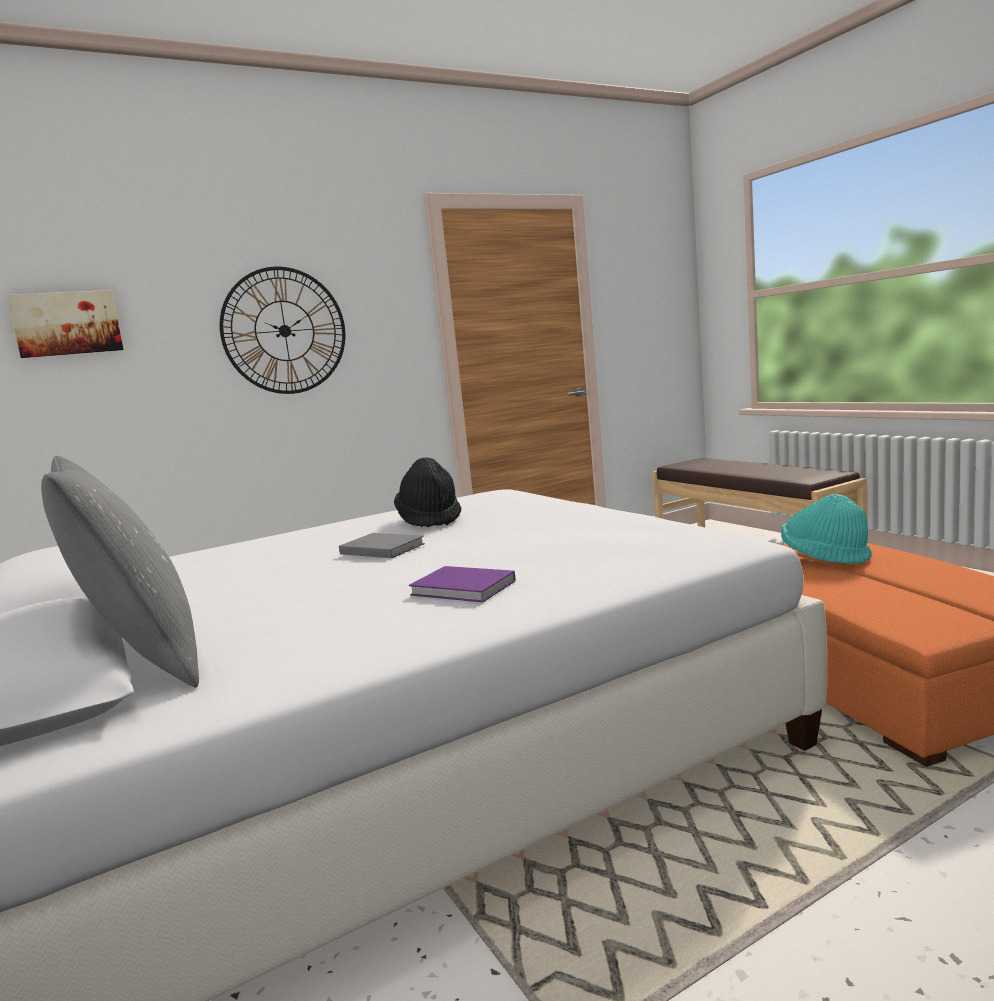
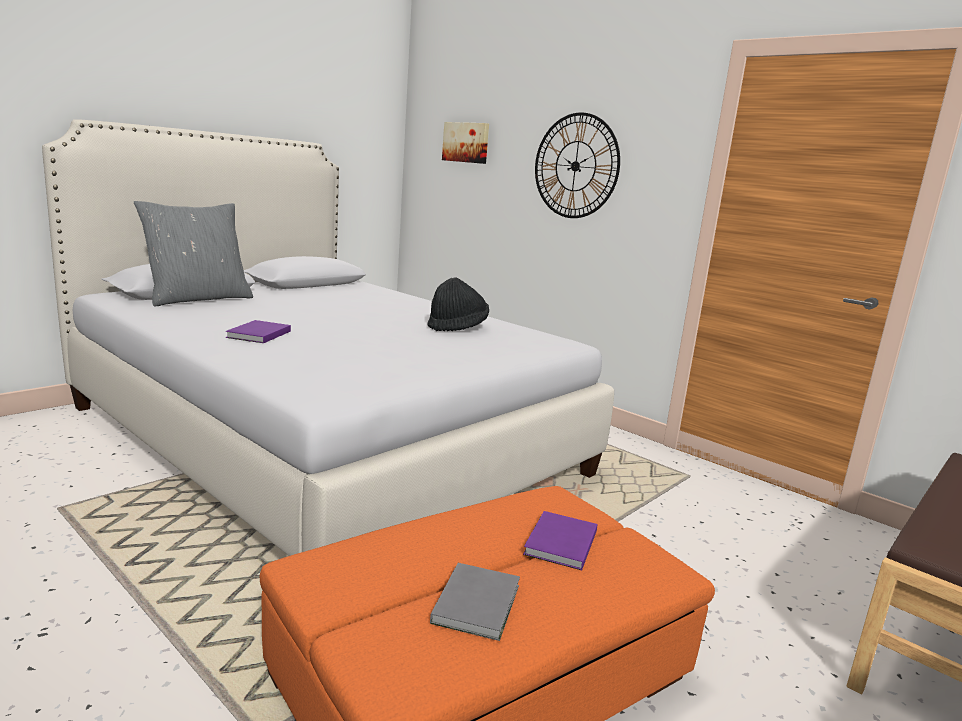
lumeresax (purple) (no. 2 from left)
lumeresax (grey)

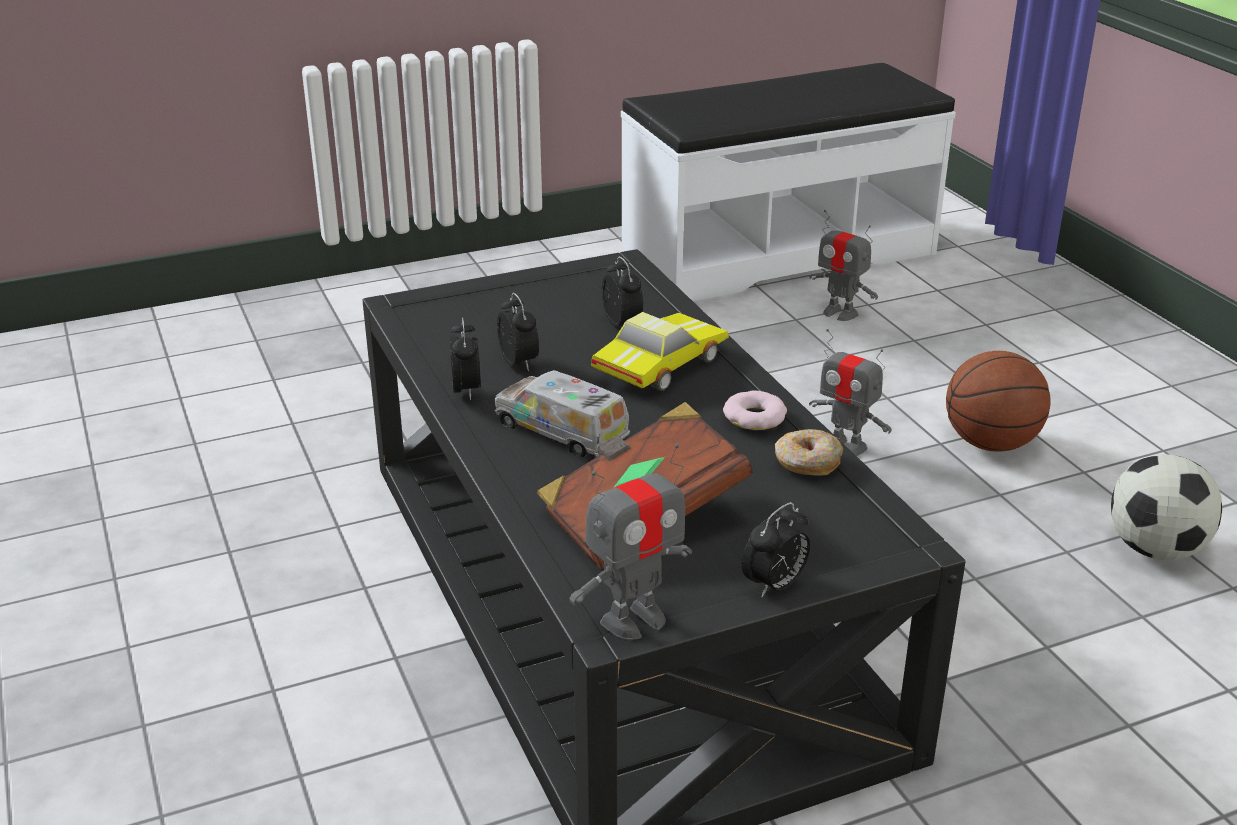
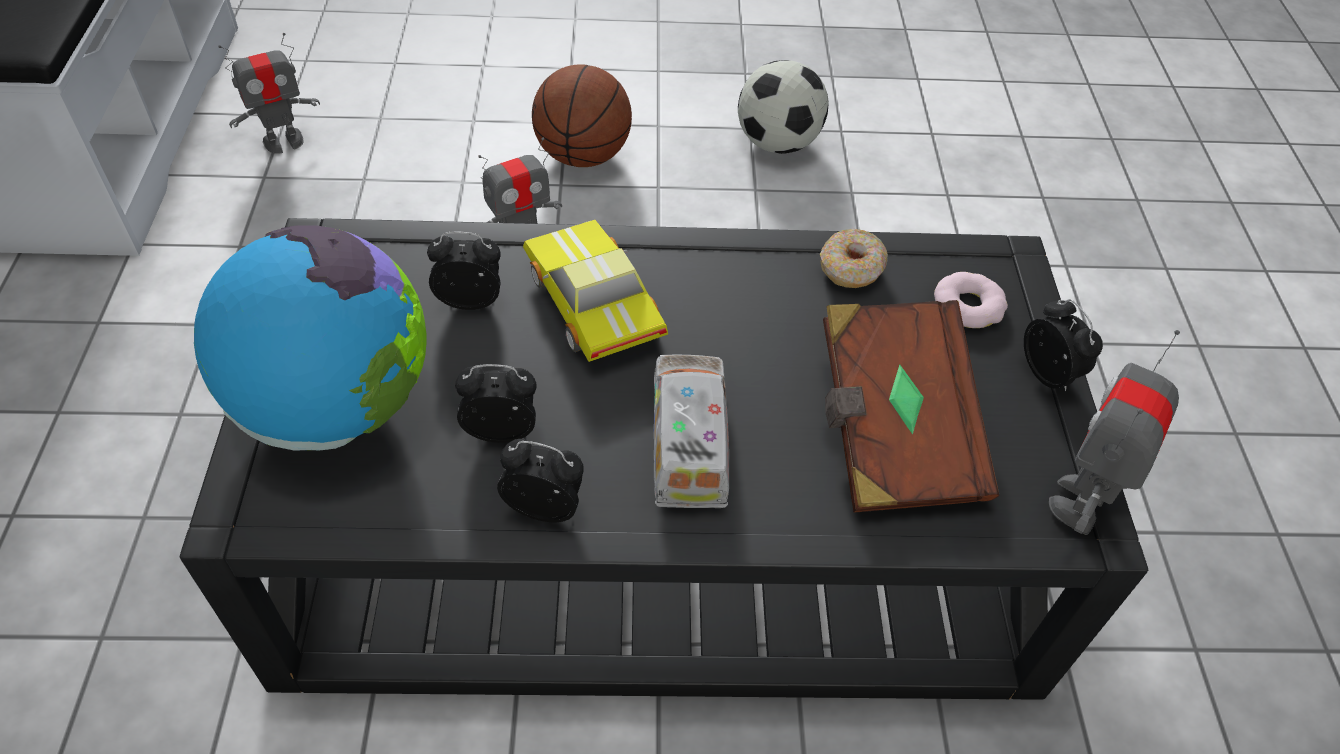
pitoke
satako (no. 2 from left)
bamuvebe (no. 3 from left)
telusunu

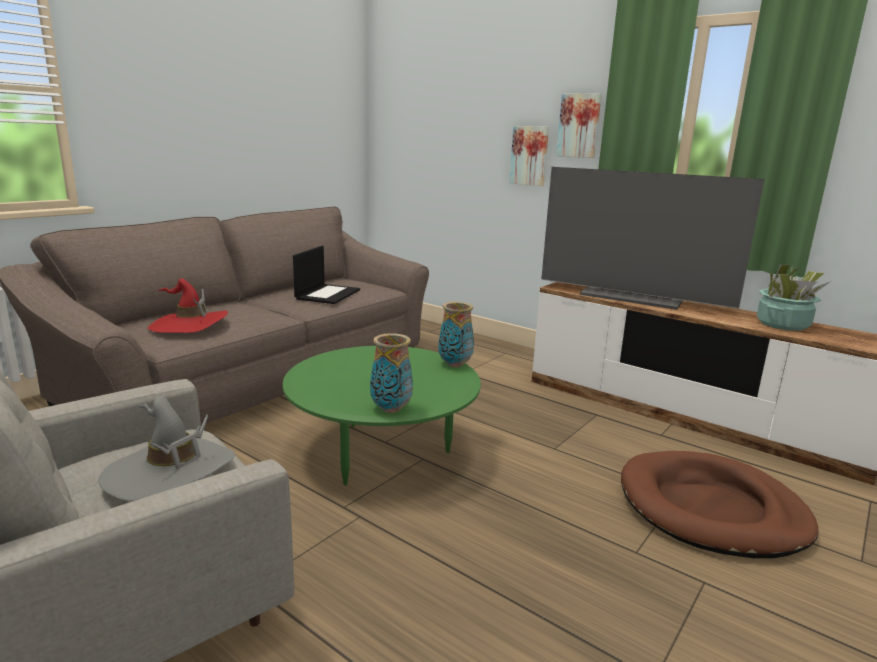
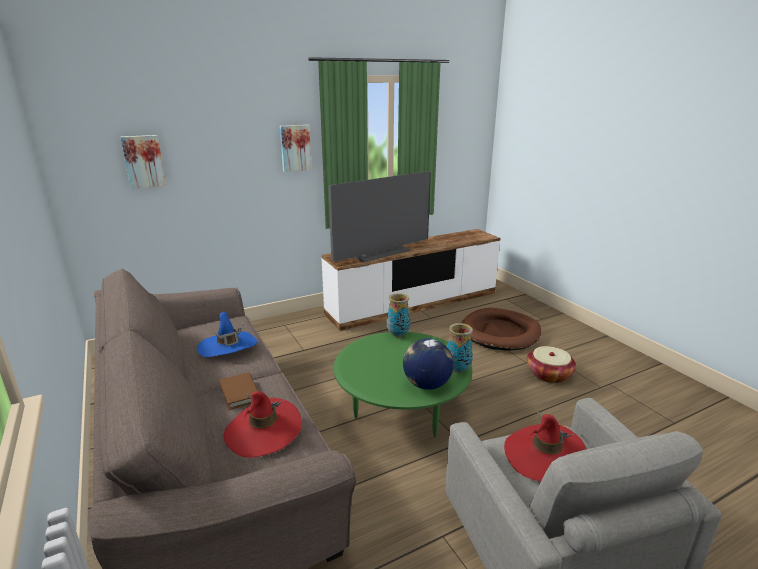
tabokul (no. 1 from left)
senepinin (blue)
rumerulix
senepinin (red) (no. 2 from left)
telusunu
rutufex
lumeresax (brown)

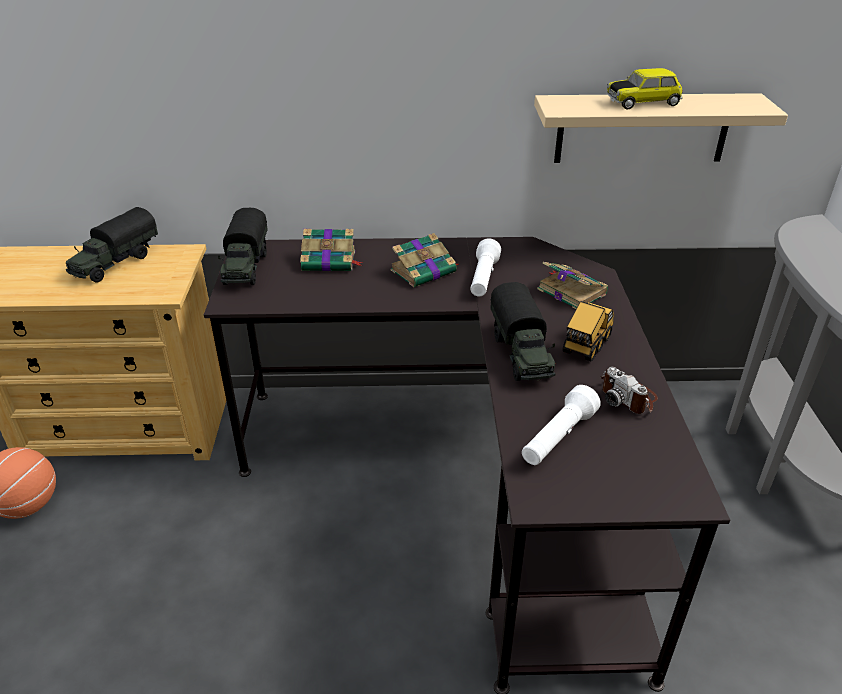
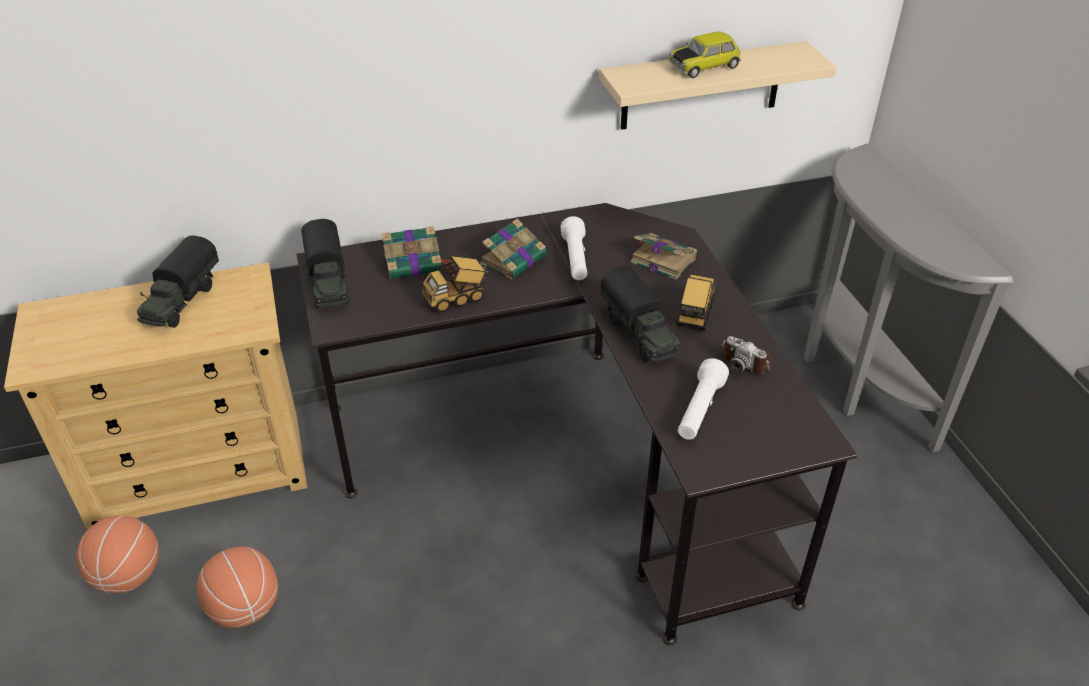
pitoke (no. 3 from left)
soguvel (no. 2 from left)

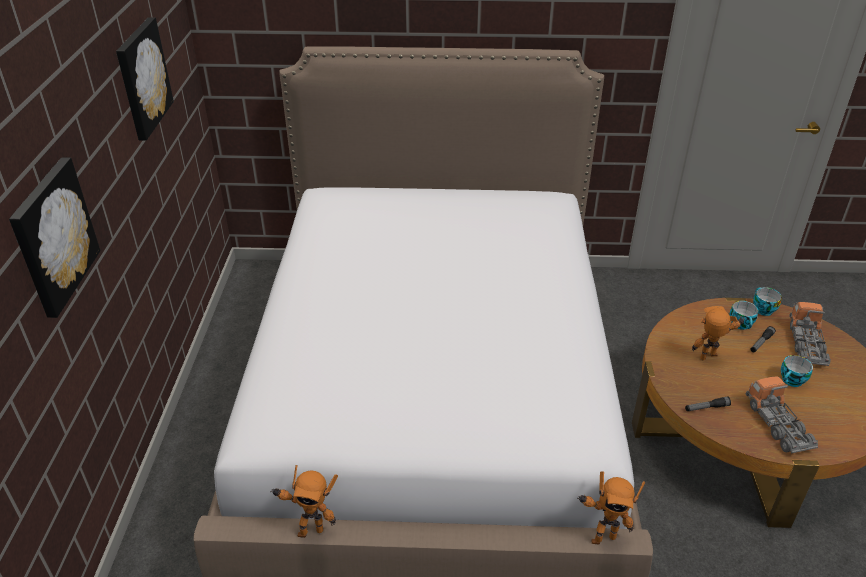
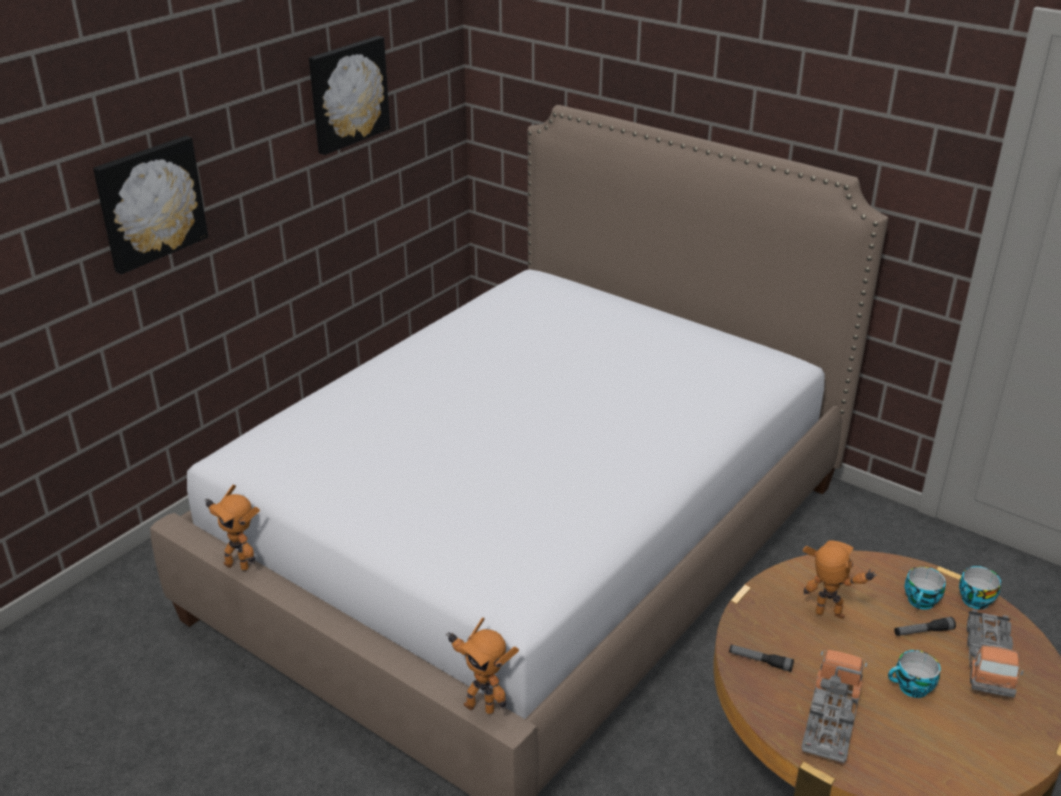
pitoke (no. 2 from left)

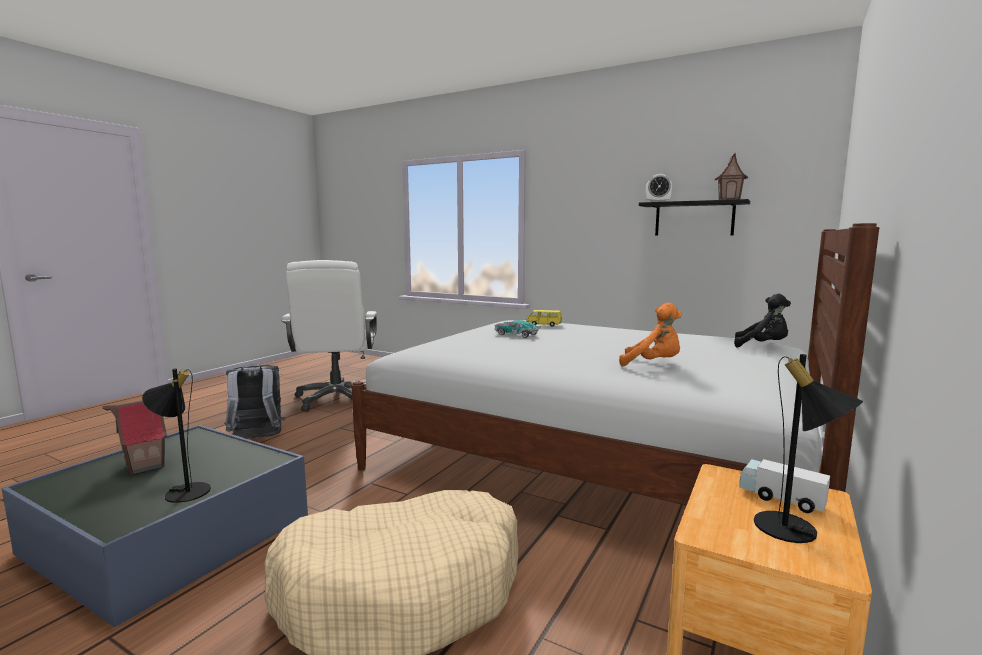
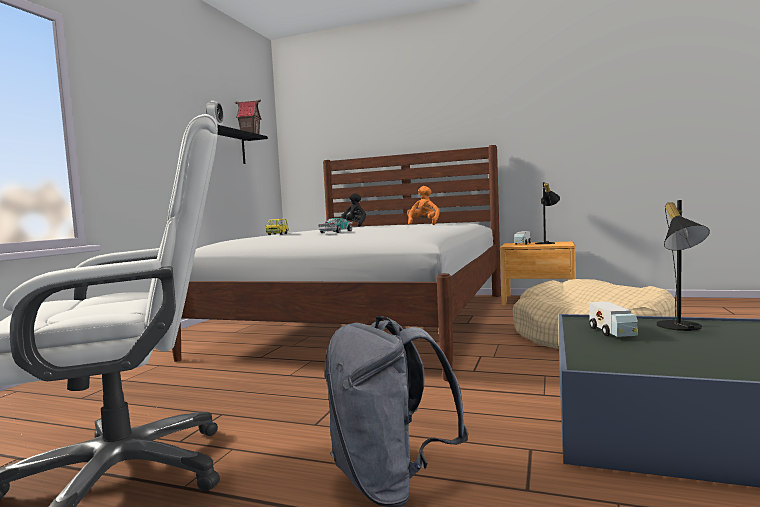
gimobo (no. 1 from left in the first image)
pitoke (no. 2 from left)

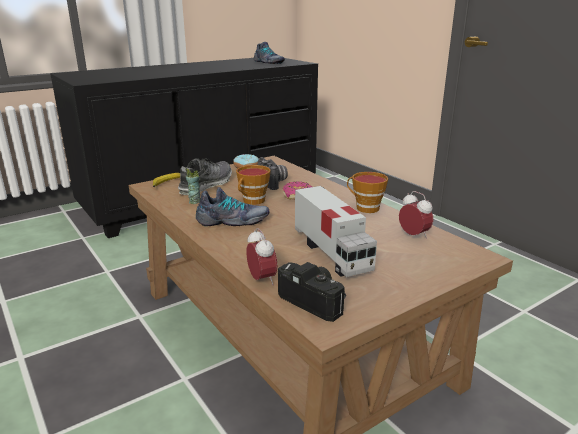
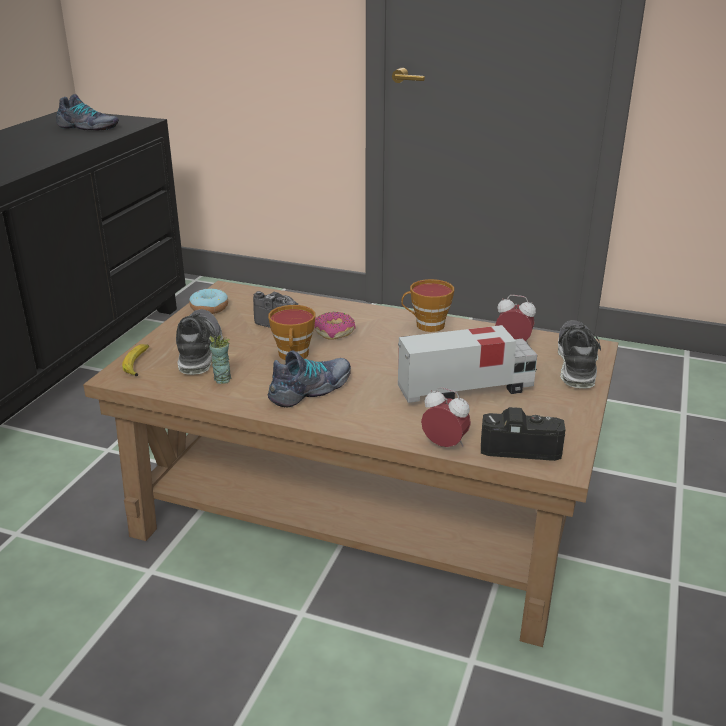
pitoke
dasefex (no. 4 from left)

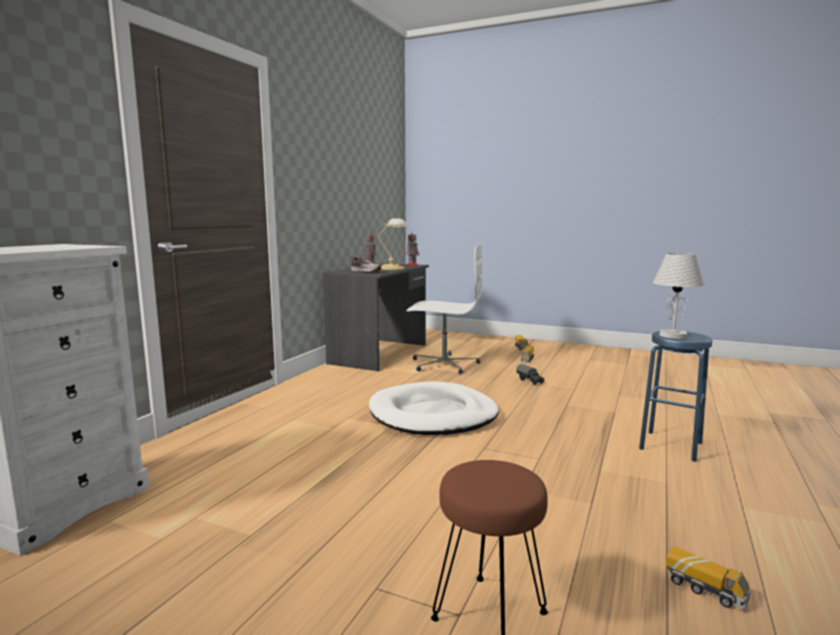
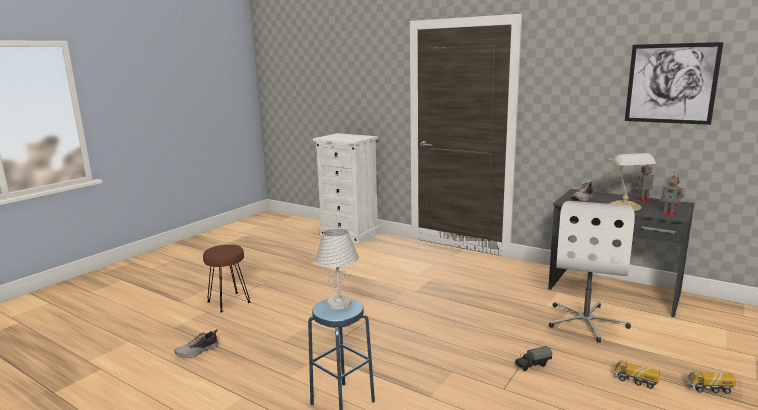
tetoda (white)
dasefex (no. 1 from left)
tabokul

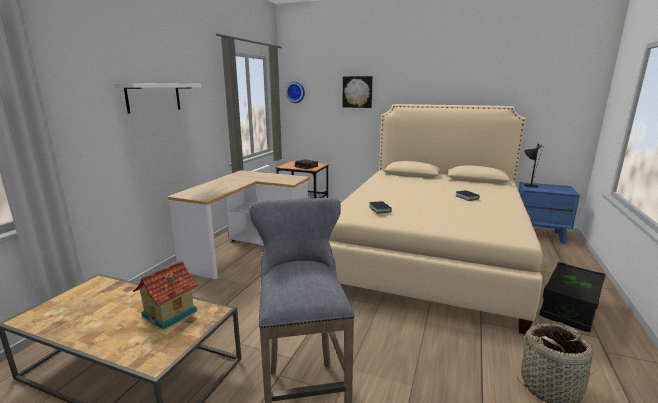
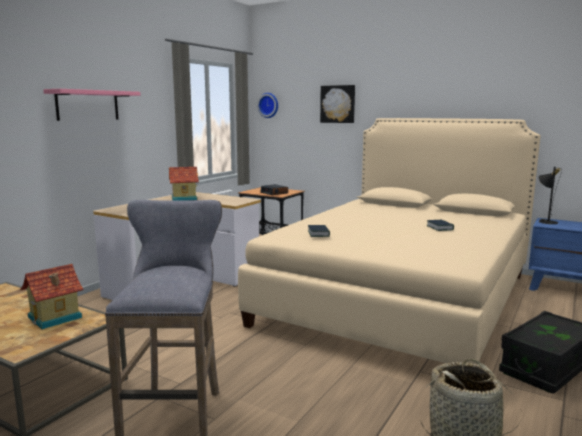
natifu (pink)
gimobo (no. 2 from left)

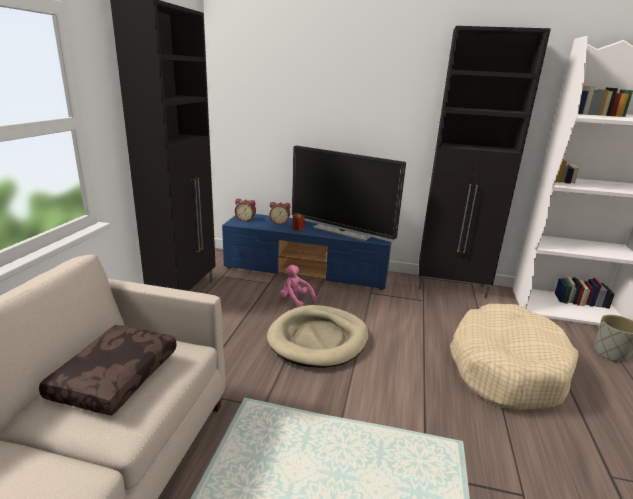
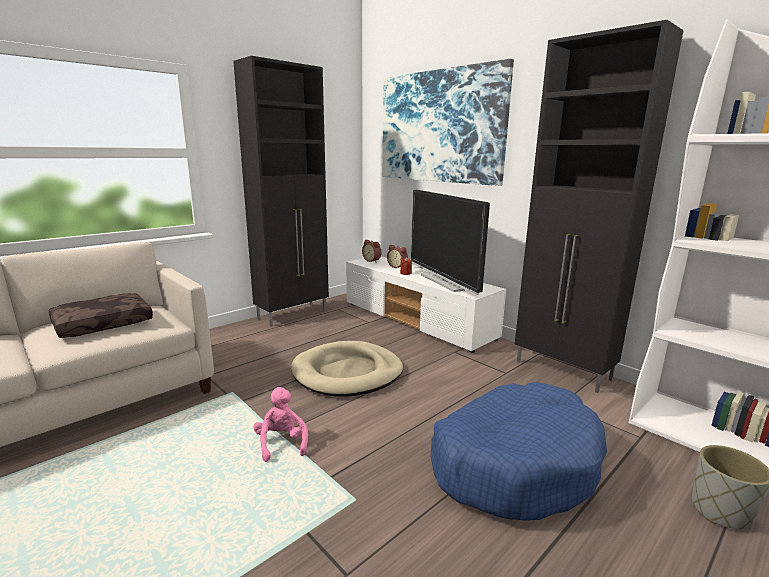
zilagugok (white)
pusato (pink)
tetoda (blue)
tabokul

